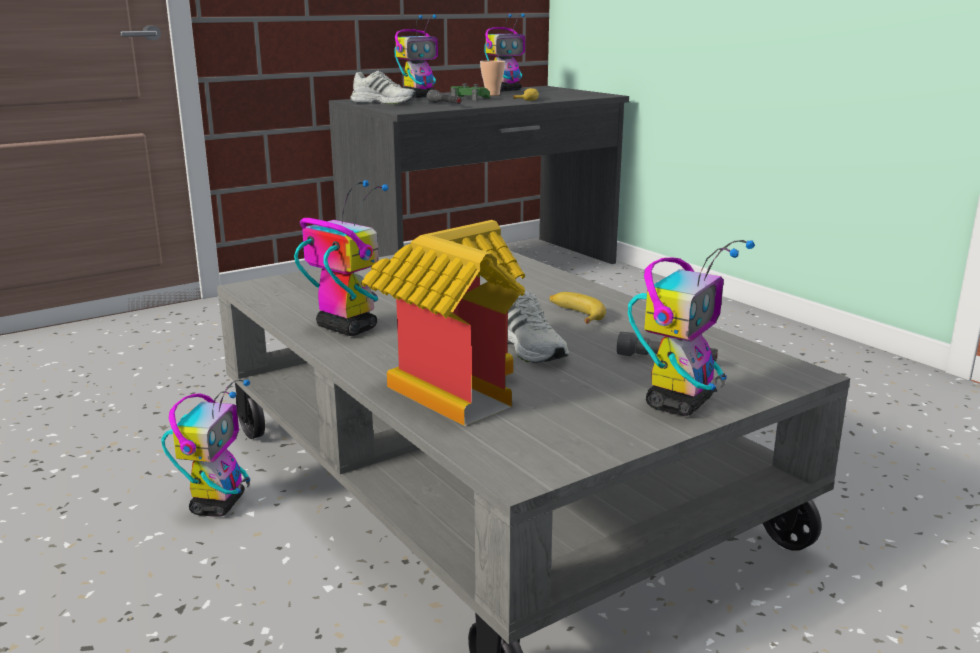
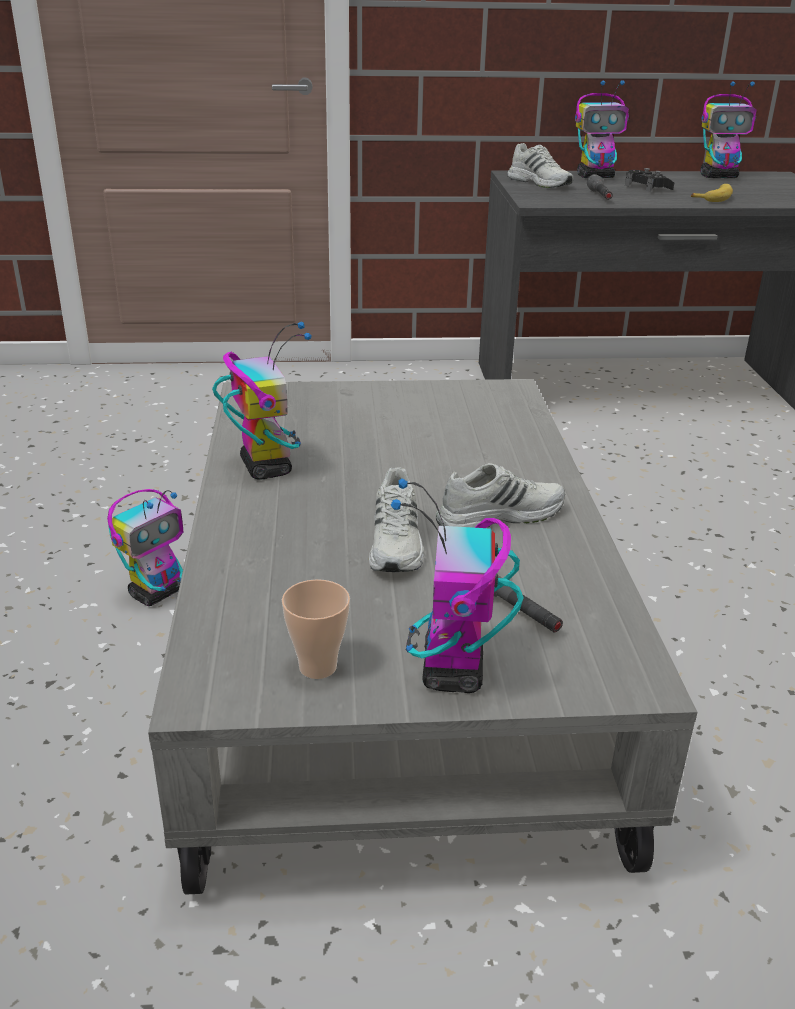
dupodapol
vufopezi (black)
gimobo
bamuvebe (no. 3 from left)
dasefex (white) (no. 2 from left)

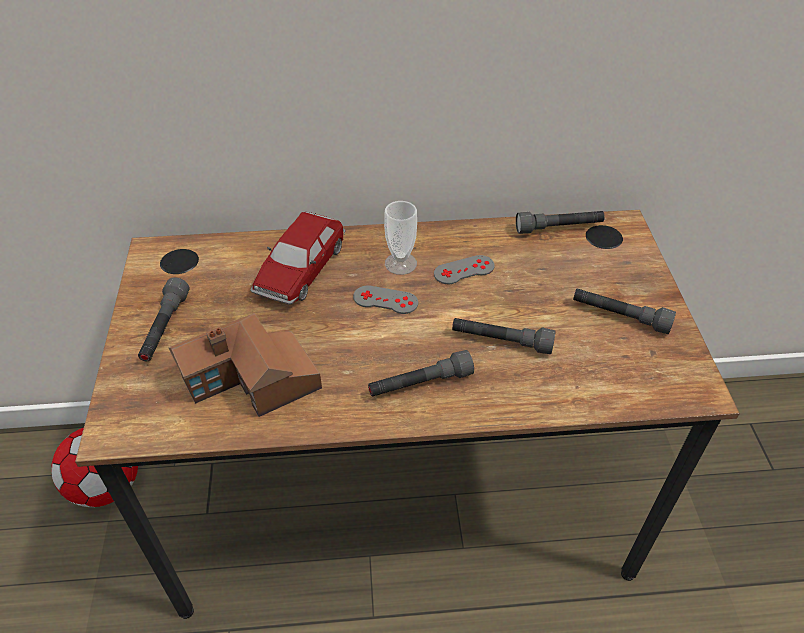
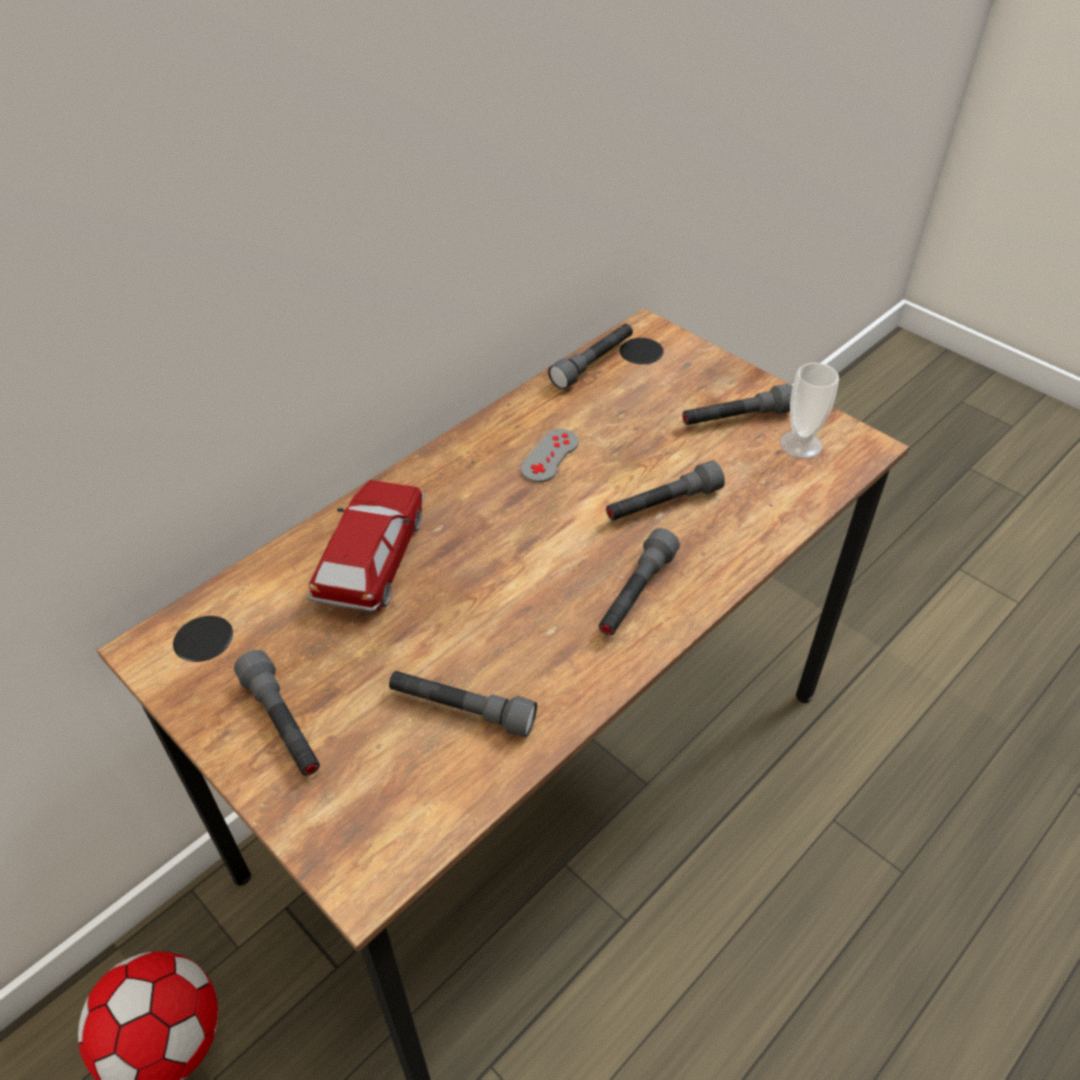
dupodapol
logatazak
vufopezi (grey) (no. 1 from left in the first image)
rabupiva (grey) (no. 2 from left)

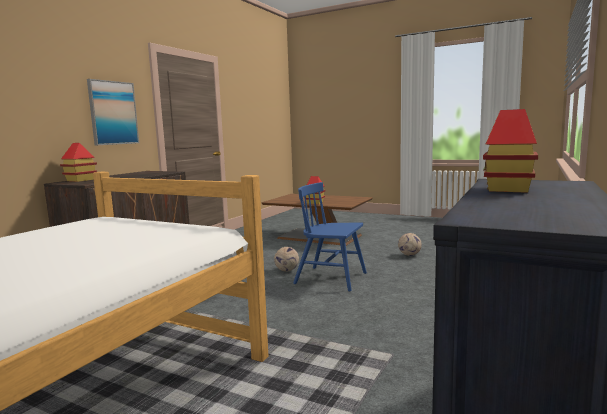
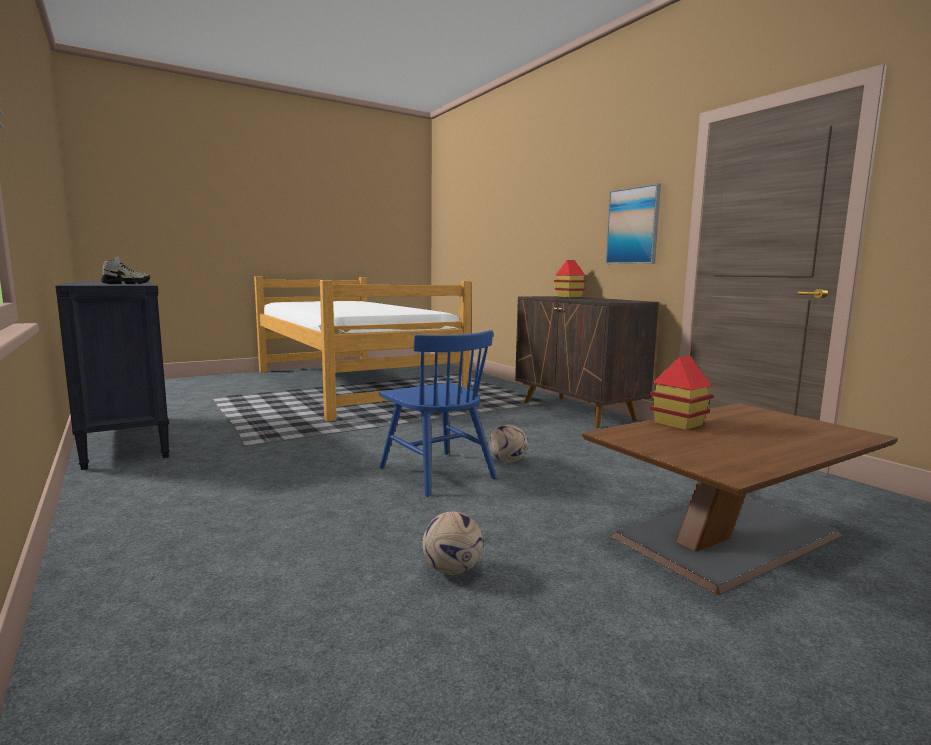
dasefex
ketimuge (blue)

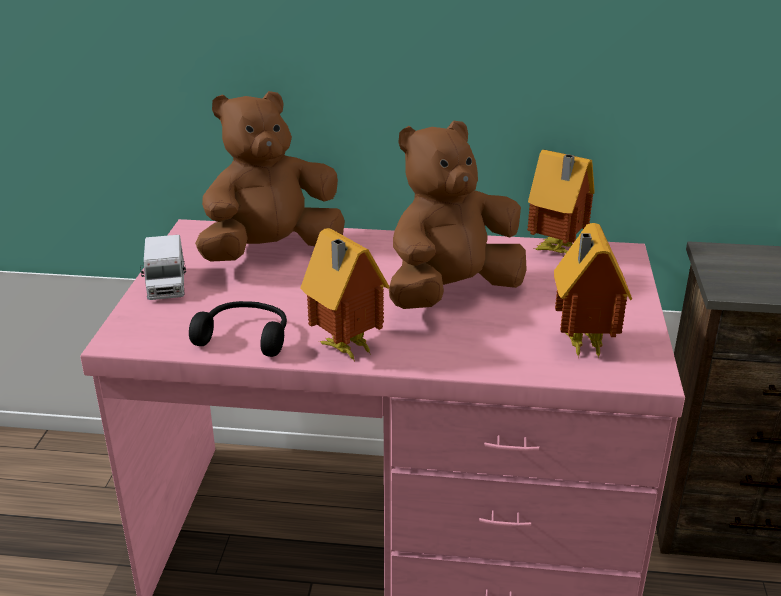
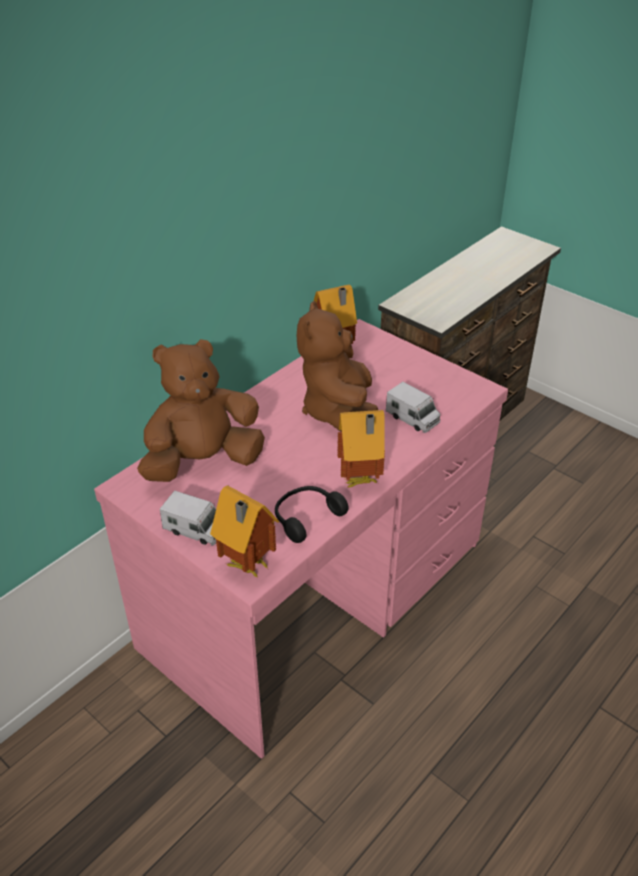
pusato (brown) (no. 1 from left)
gimobo (no. 1 from left)
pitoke (no. 2 from left)

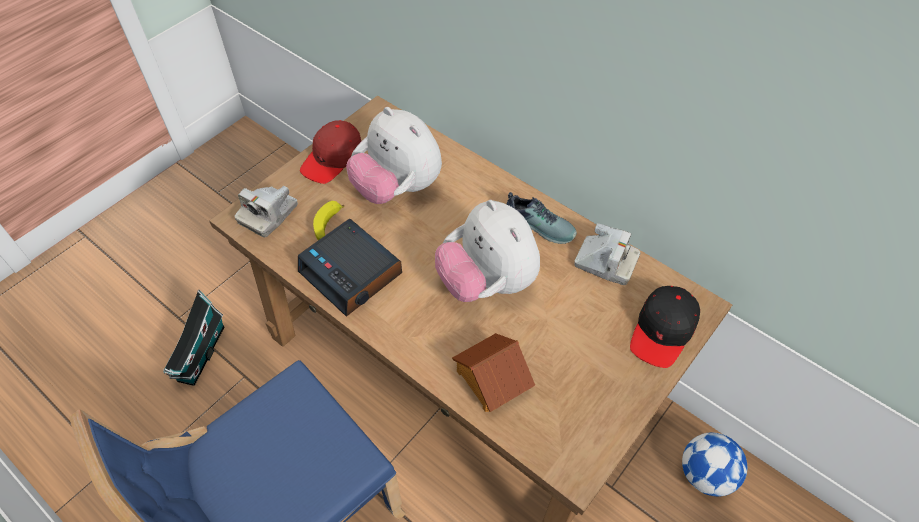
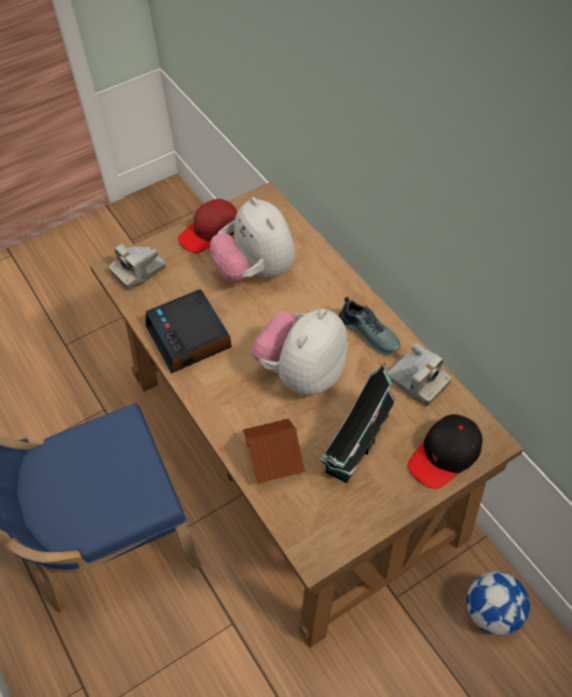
pusato (no. 2 from left)
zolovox
gimobo (no. 2 from left)

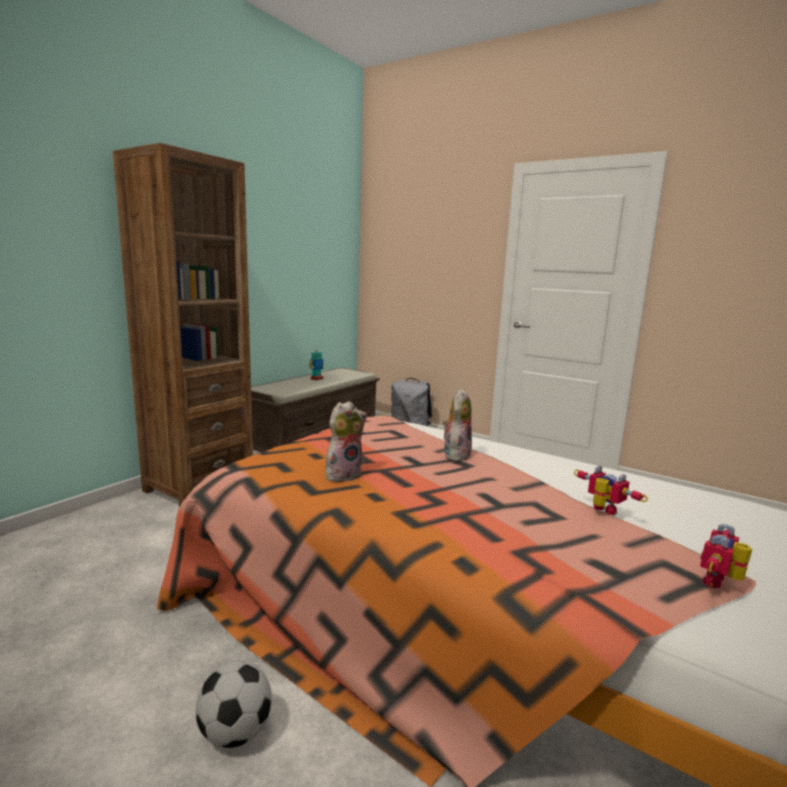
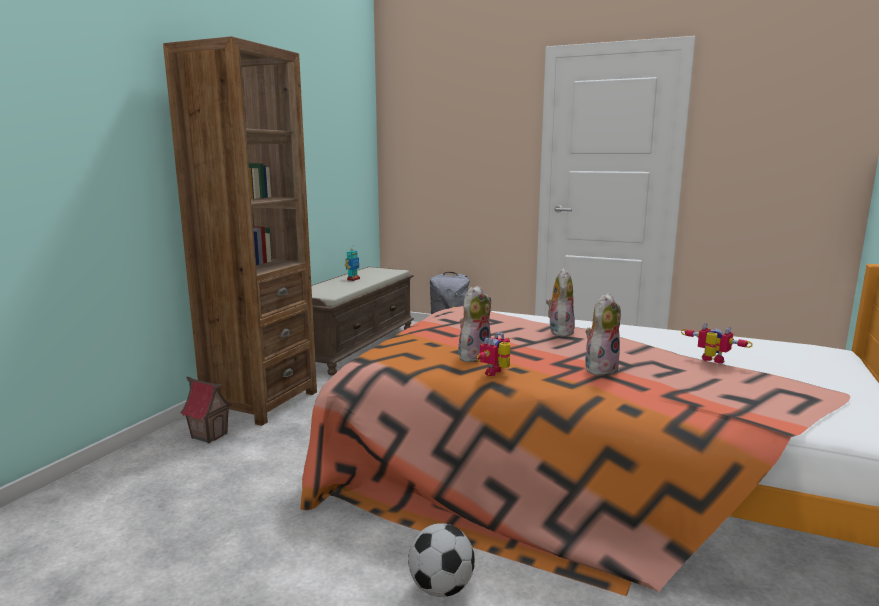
bamuvebe (no. 2 from left)
pusato (no. 3 from left)
gimobo

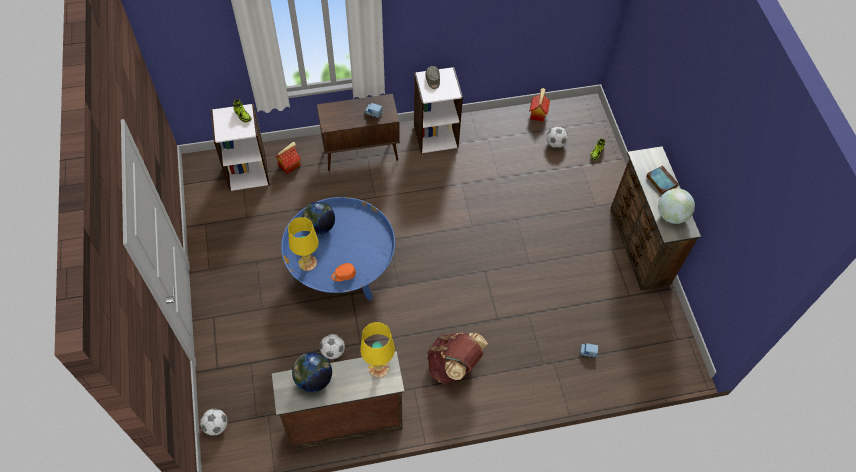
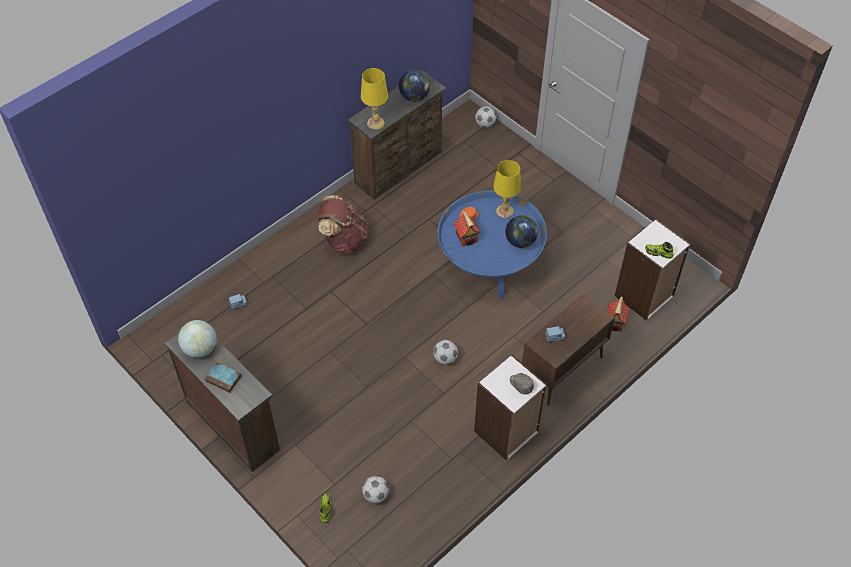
gimobo (no. 1 from left)
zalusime (no. 2 from left)

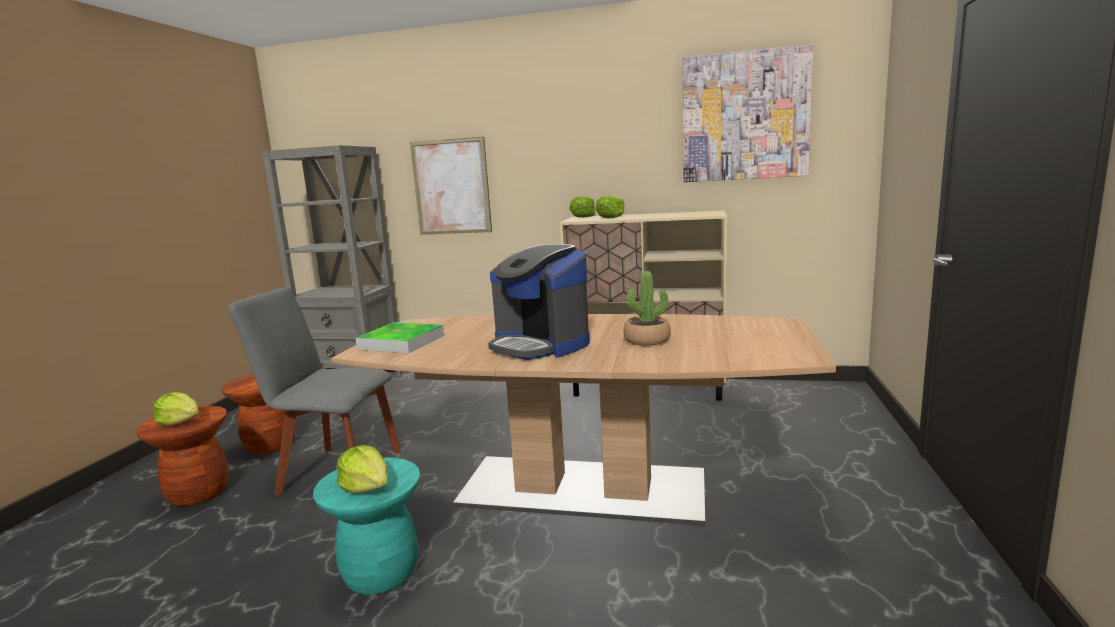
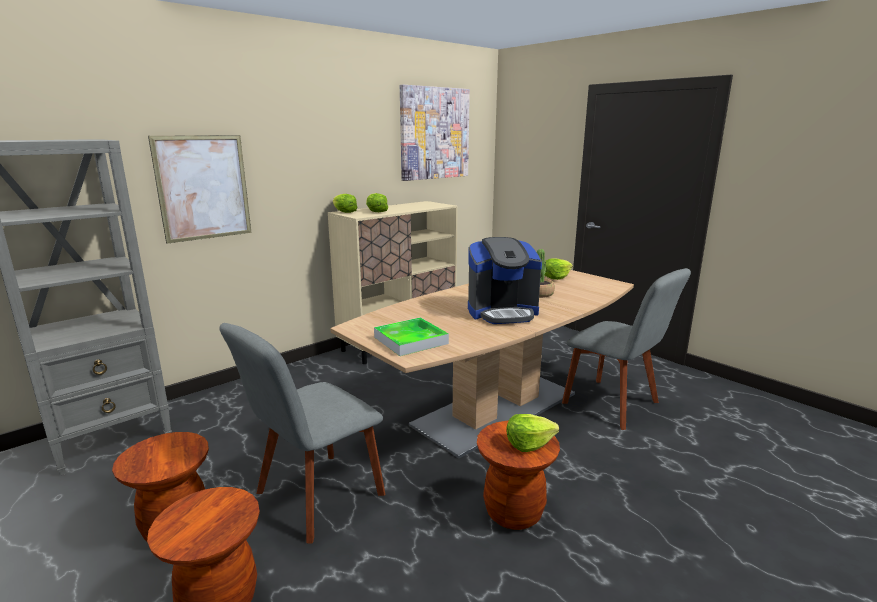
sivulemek (no. 4 from left)
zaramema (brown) (no. 3 from left)
ketimuge (grey) (no. 2 from left)

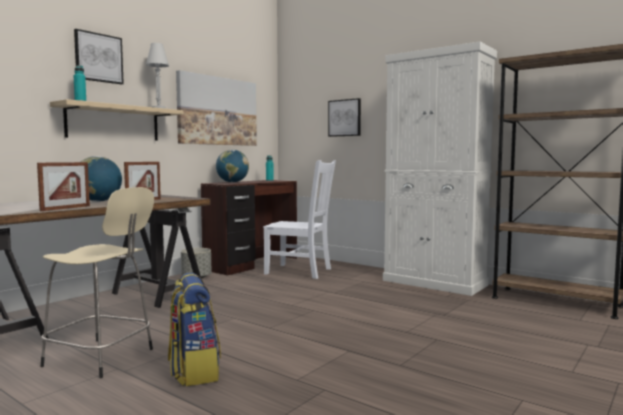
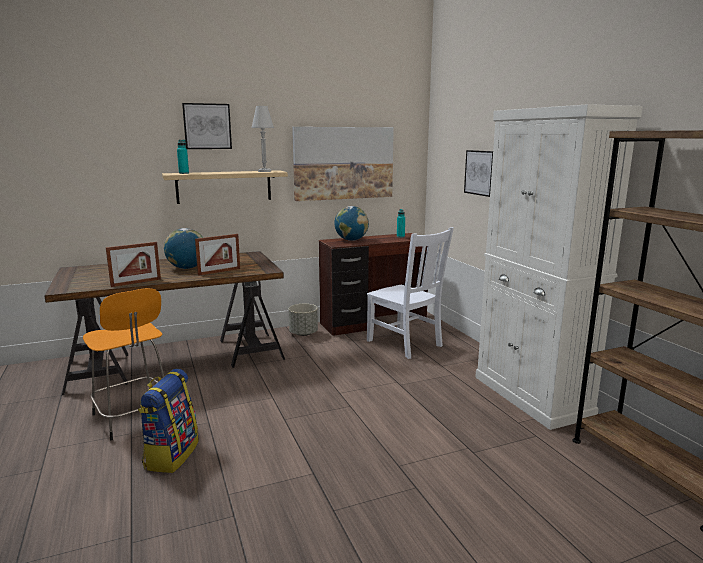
zaramema (orange)

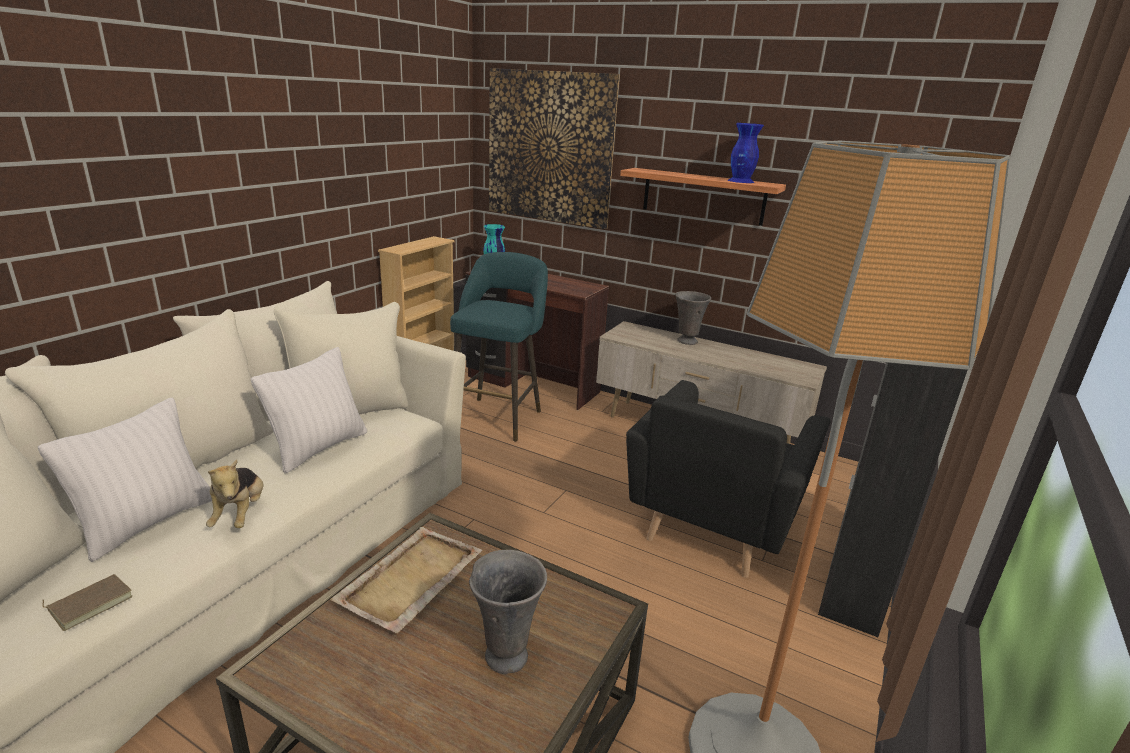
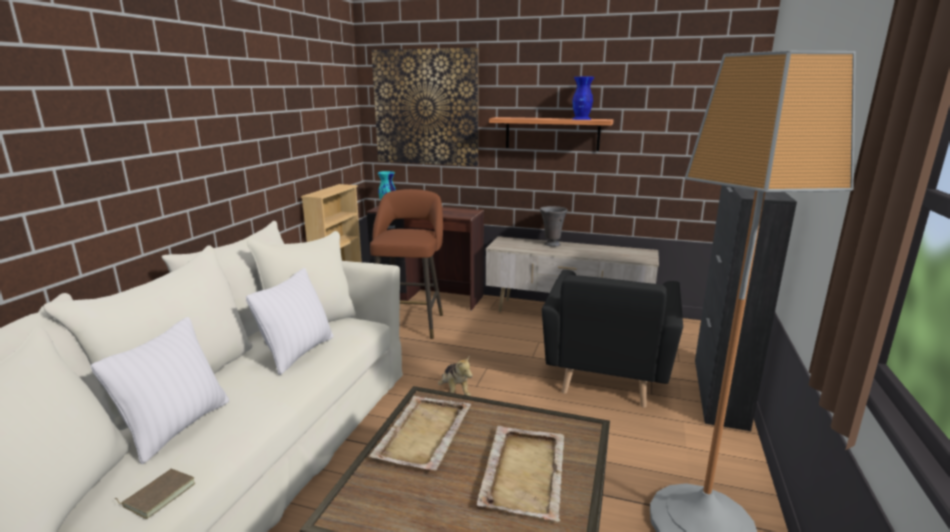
zaramema (brown)
pusato
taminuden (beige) (no. 2 from left)

